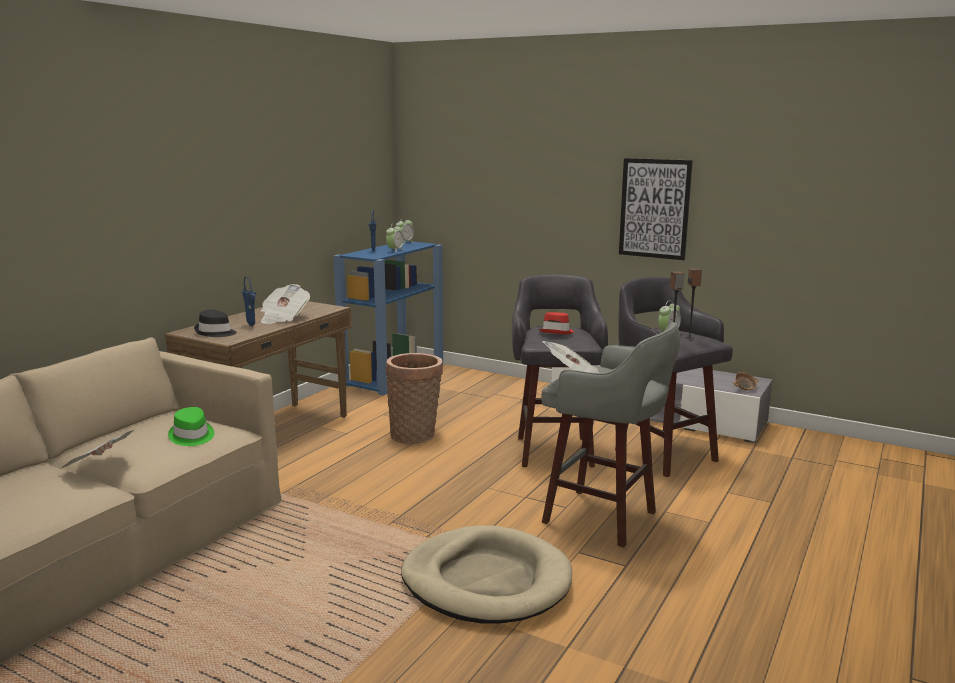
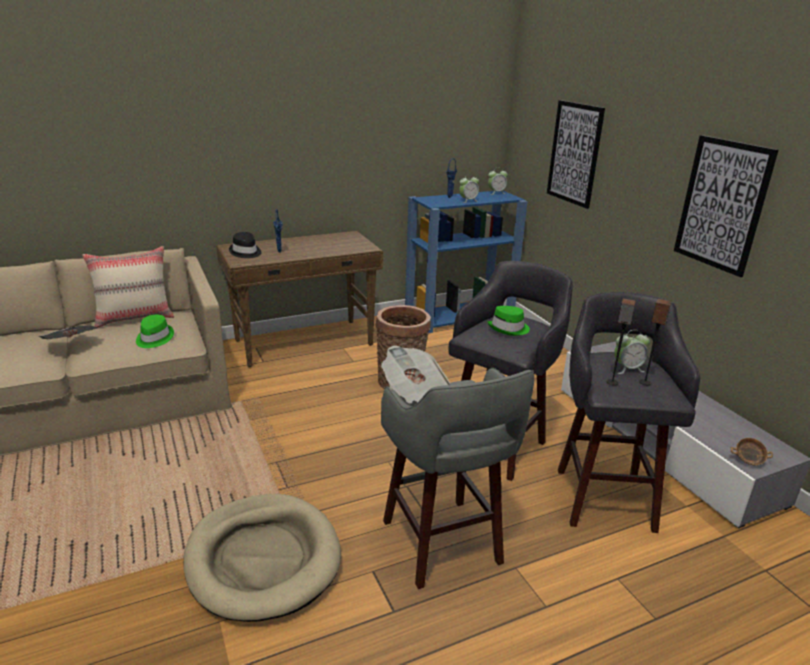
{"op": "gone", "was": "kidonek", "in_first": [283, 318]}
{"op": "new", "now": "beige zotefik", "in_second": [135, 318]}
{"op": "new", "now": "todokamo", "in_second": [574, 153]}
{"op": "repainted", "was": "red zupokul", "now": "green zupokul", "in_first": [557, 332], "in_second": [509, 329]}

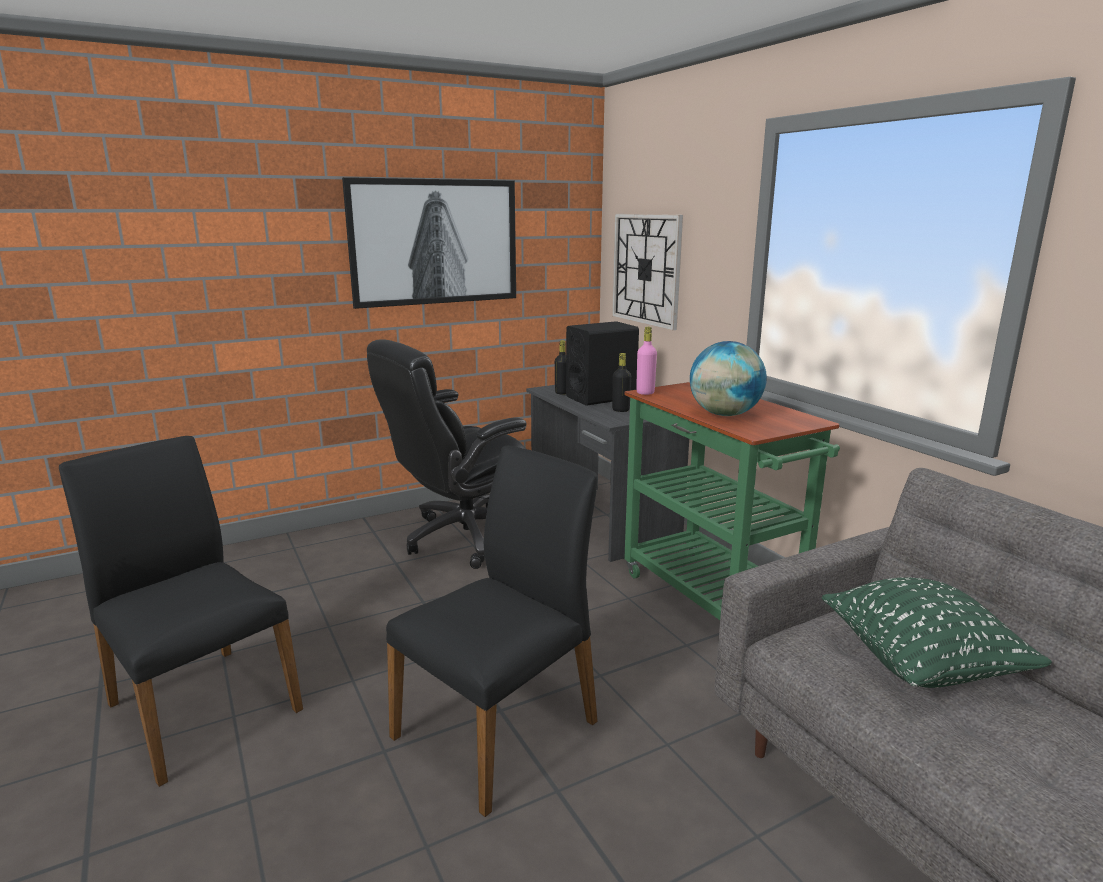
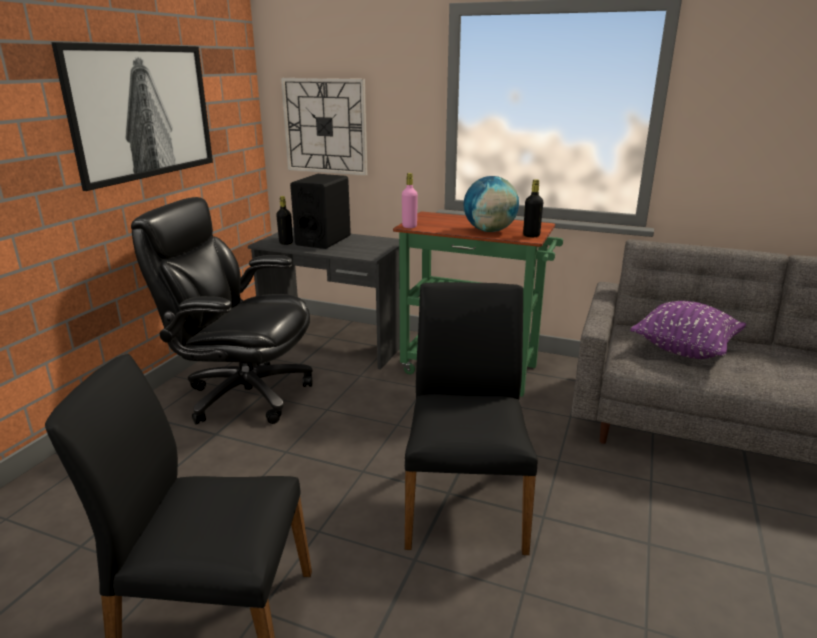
{"op": "shifted", "was": "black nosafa", "in_first": [620, 410], "in_second": [531, 235]}
{"op": "repainted", "was": "green zotefik", "now": "purple zotefik", "in_first": [920, 664], "in_second": [684, 349]}
{"op": "rotated", "was": "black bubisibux", "in_first": [460, 538], "in_second": [244, 394], "clockwise": 90}

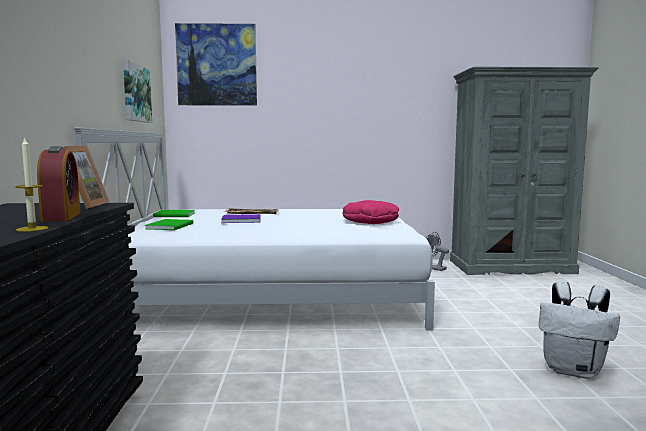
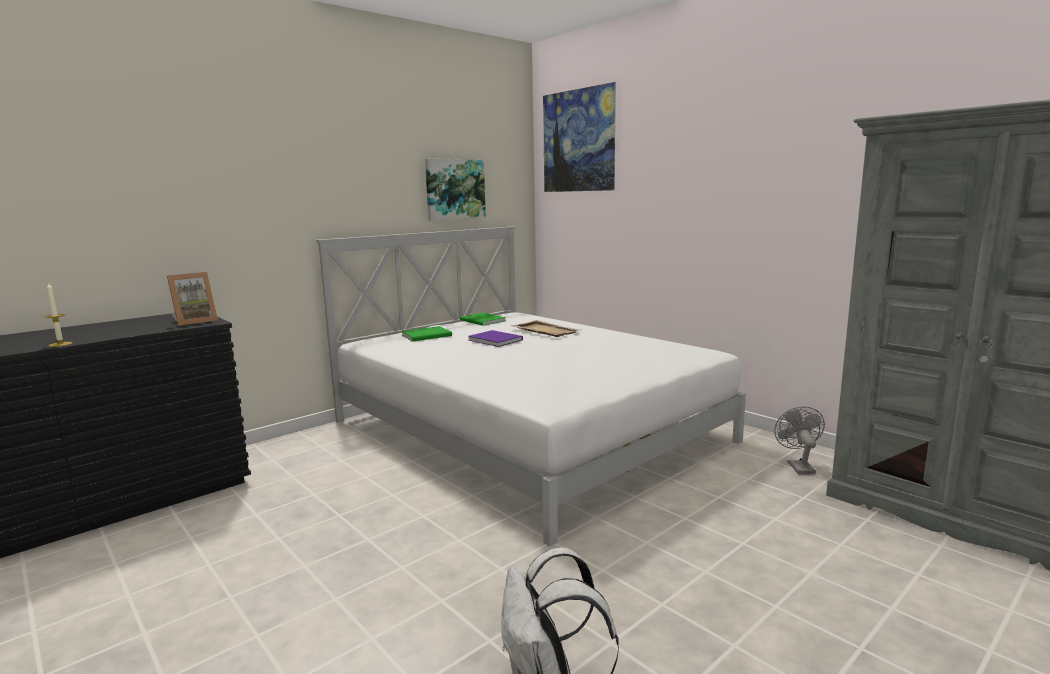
{"op": "gone", "was": "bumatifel", "in_first": [61, 217]}
{"op": "gone", "was": "pink zotefik", "in_first": [369, 221]}

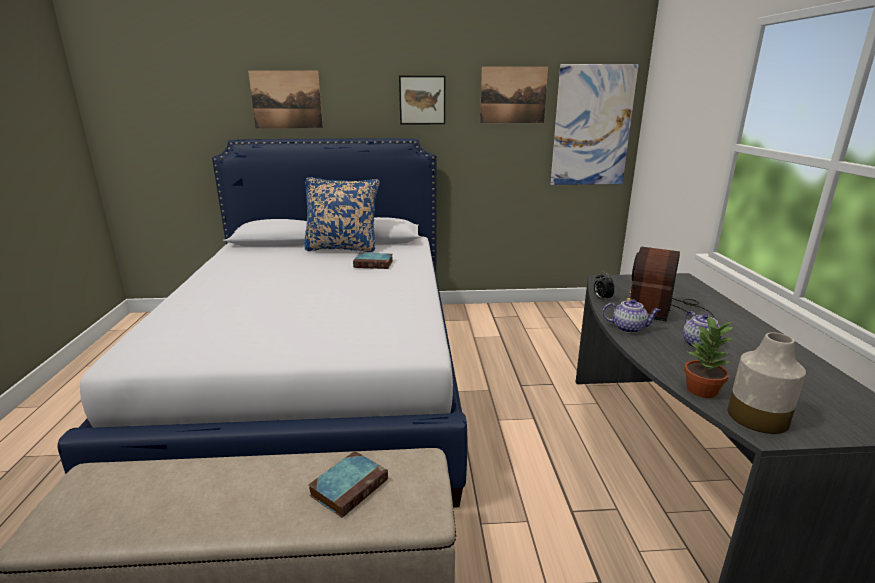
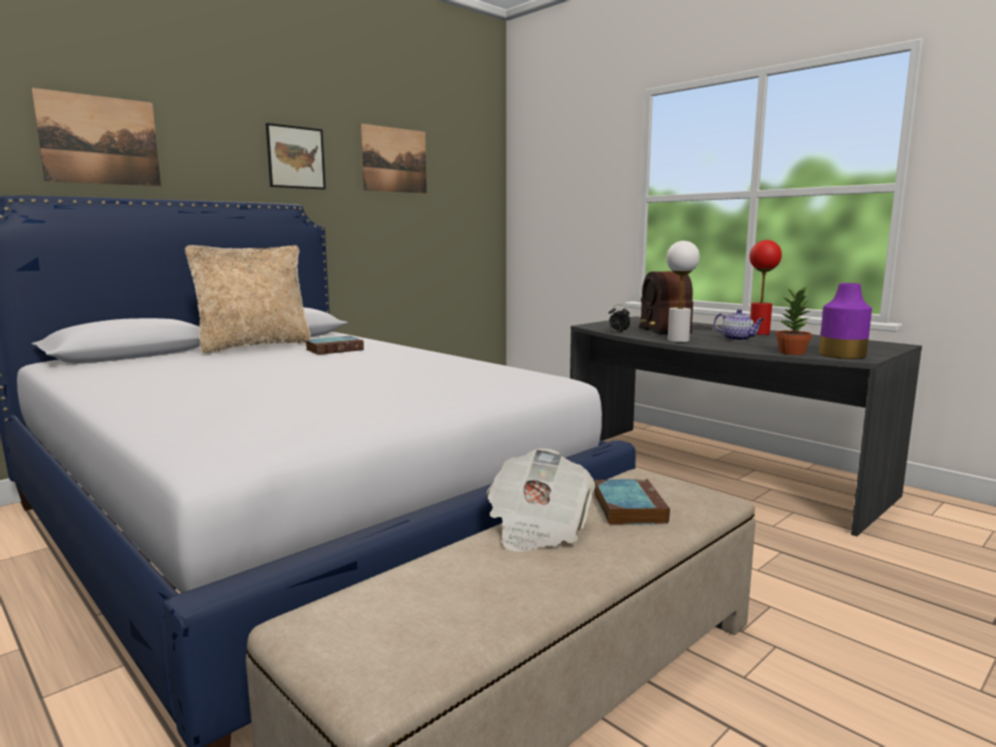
{"op": "gone", "was": "todokamo", "in_first": [592, 126]}
{"op": "new", "now": "kidonek", "in_second": [537, 527]}
{"op": "new", "now": "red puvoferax", "in_second": [758, 333]}
{"op": "swapped", "was": "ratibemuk", "now": "white puvoferax", "in_first": [629, 328], "in_second": [678, 340]}
{"op": "repainted", "was": "blue zotefik", "now": "beige zotefik", "in_first": [343, 249], "in_second": [256, 347]}
{"op": "repainted", "was": "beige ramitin", "now": "purple ramitin", "in_first": [757, 417], "in_second": [842, 355]}

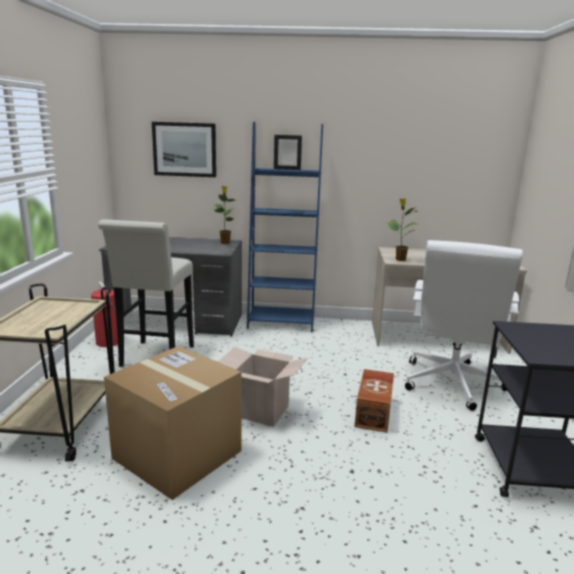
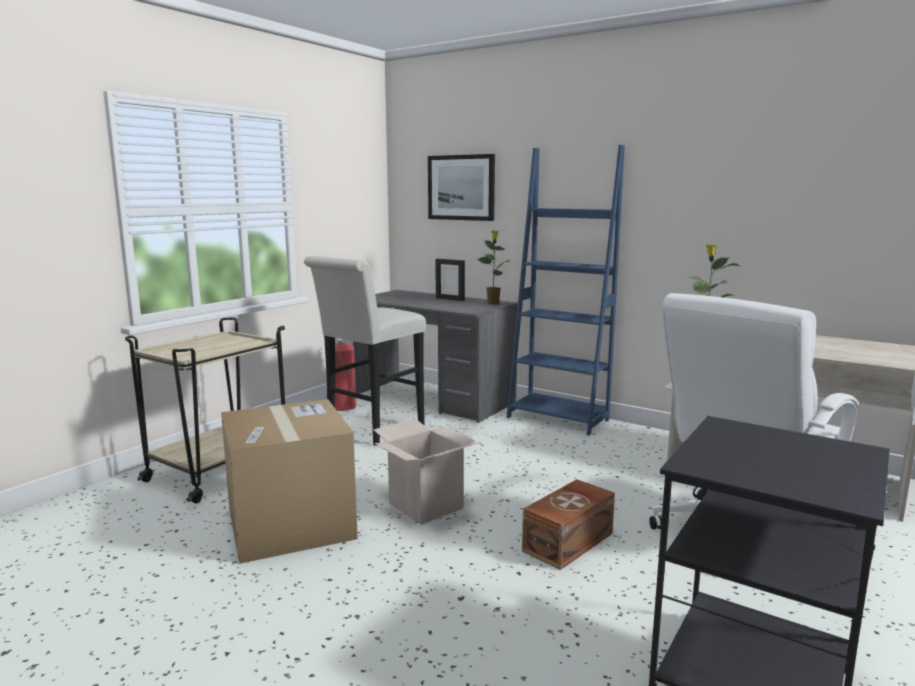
{"op": "shifted", "was": "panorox", "in_first": [287, 169], "in_second": [450, 299]}

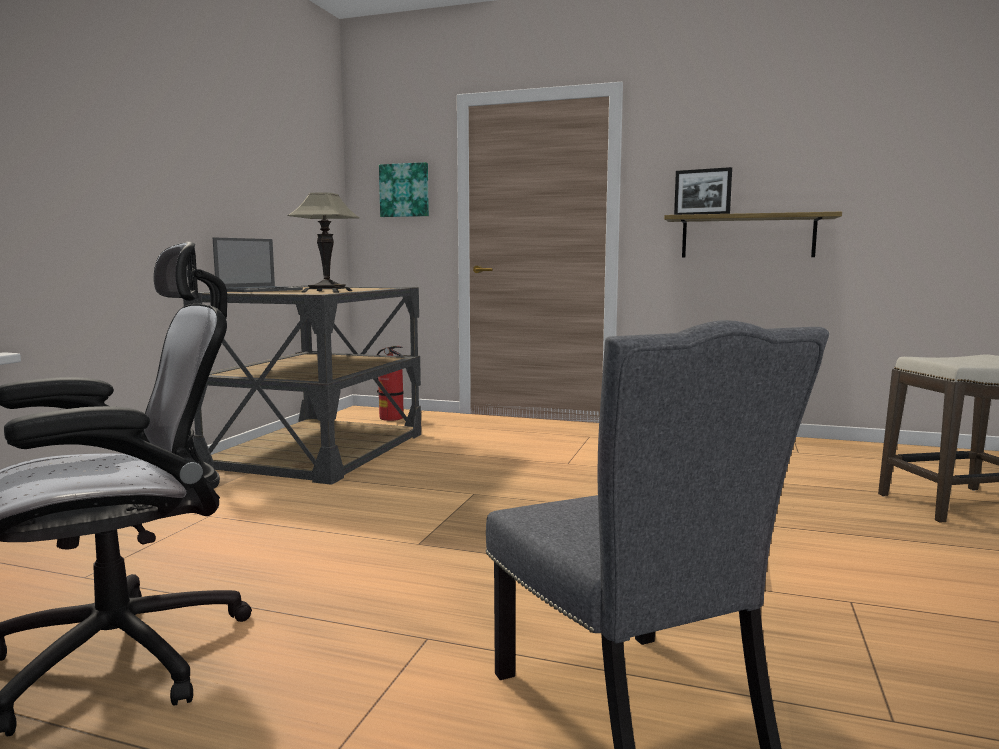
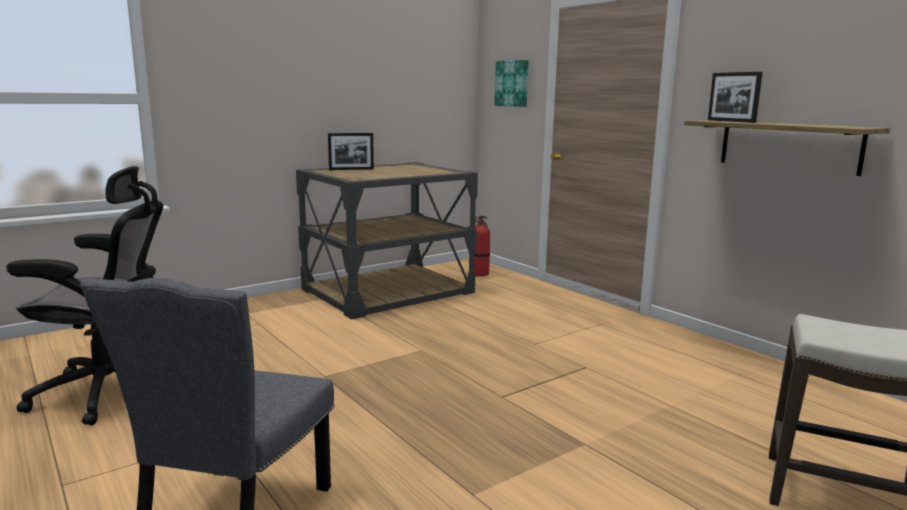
{"op": "gone", "was": "puvoferax", "in_first": [327, 291]}
{"op": "swapped", "was": "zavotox", "now": "panorox", "in_first": [260, 290], "in_second": [351, 169]}

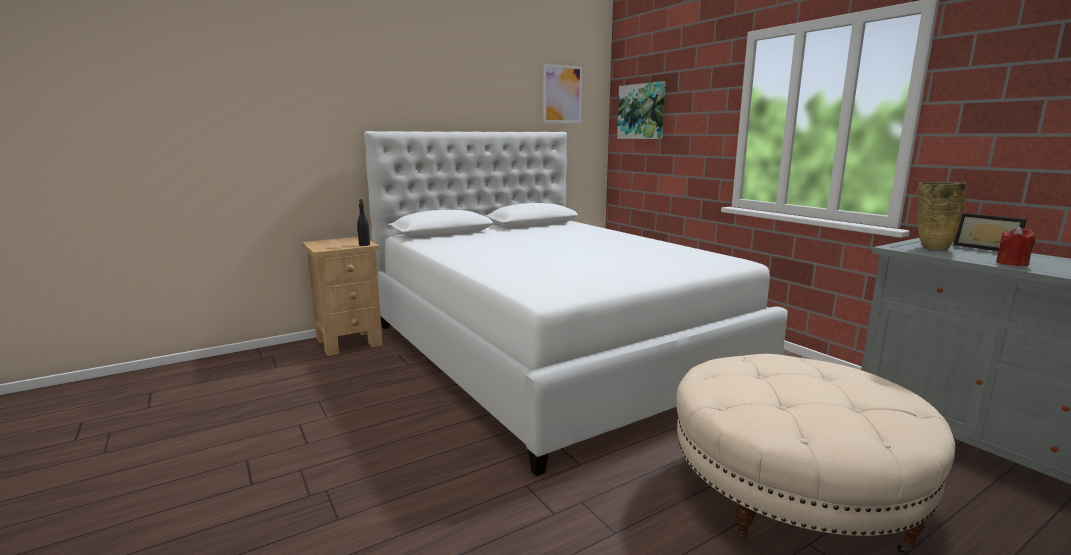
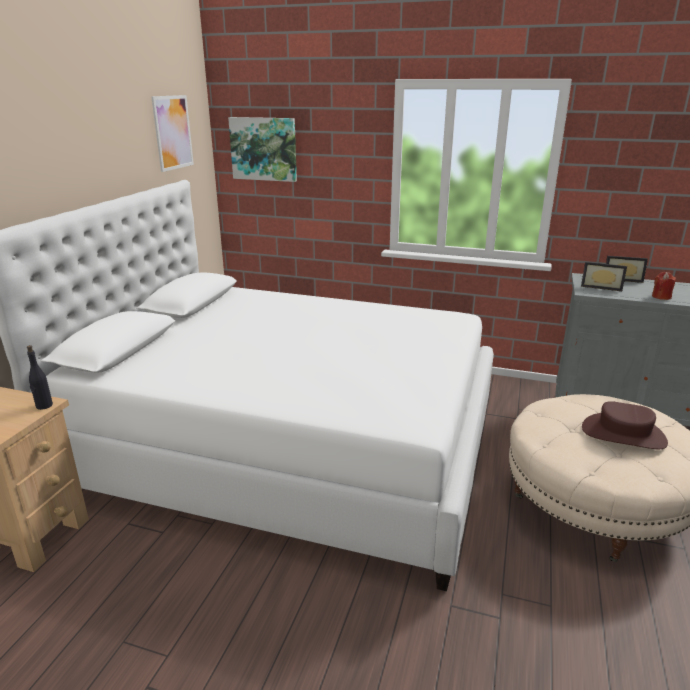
{"op": "new", "now": "brown zupokul", "in_second": [623, 434]}
{"op": "swapped", "was": "beige ramitin", "now": "panorox", "in_first": [931, 248], "in_second": [601, 287]}

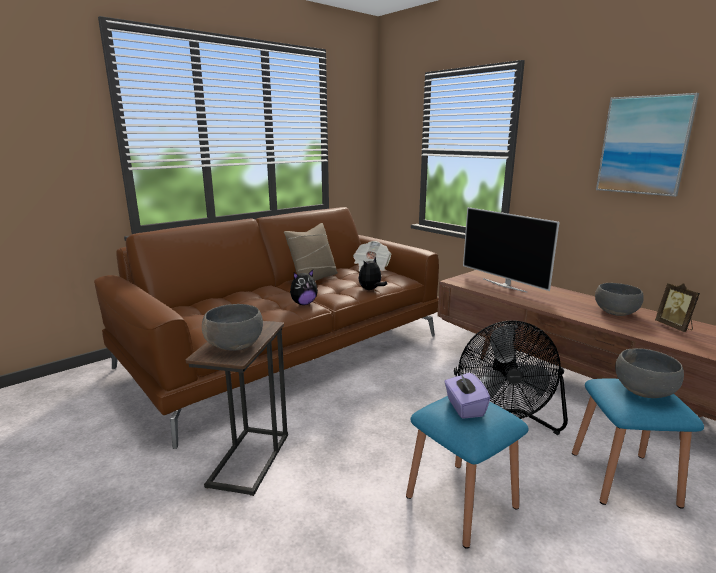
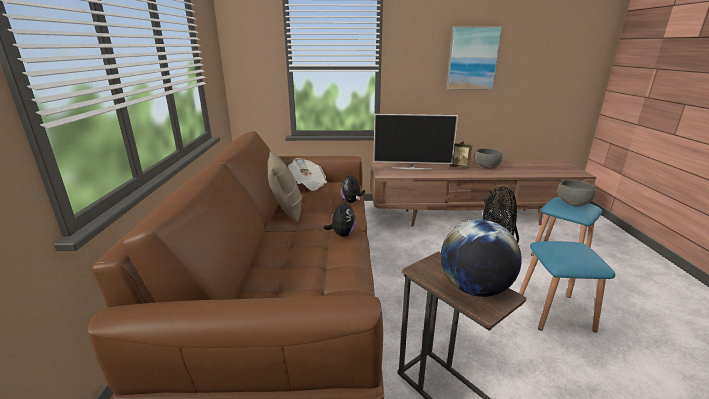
{"op": "gone", "was": "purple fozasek", "in_first": [464, 407]}
{"op": "shifted", "was": "panorox", "in_first": [674, 327], "in_second": [459, 167]}
{"op": "swapped", "was": "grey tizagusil", "now": "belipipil", "in_first": [234, 345], "in_second": [475, 288]}

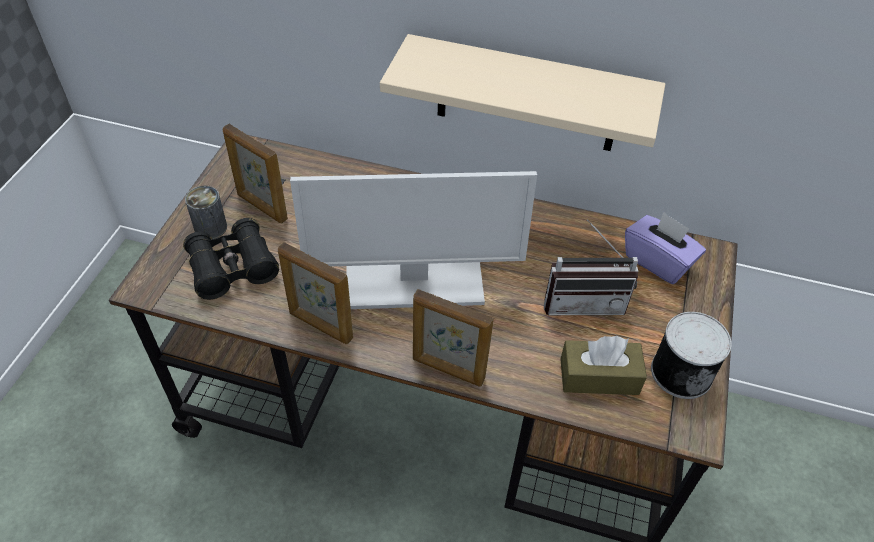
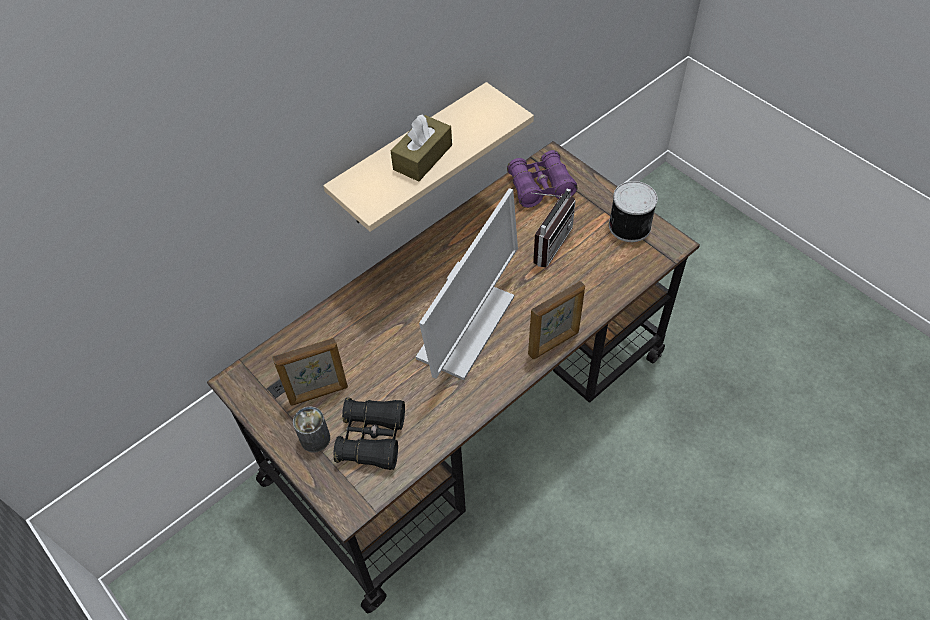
{"op": "gone", "was": "panorox", "in_first": [320, 326]}
{"op": "shifted", "was": "brown fozasek", "in_first": [599, 376], "in_second": [422, 157]}
{"op": "swapped", "was": "purple fozasek", "now": "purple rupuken", "in_first": [658, 261], "in_second": [540, 187]}

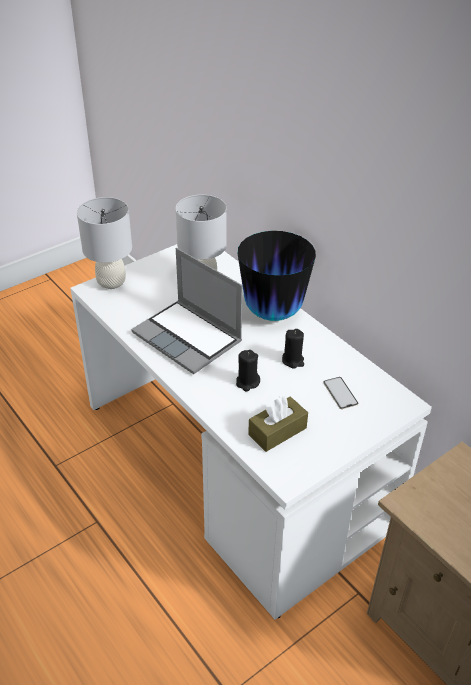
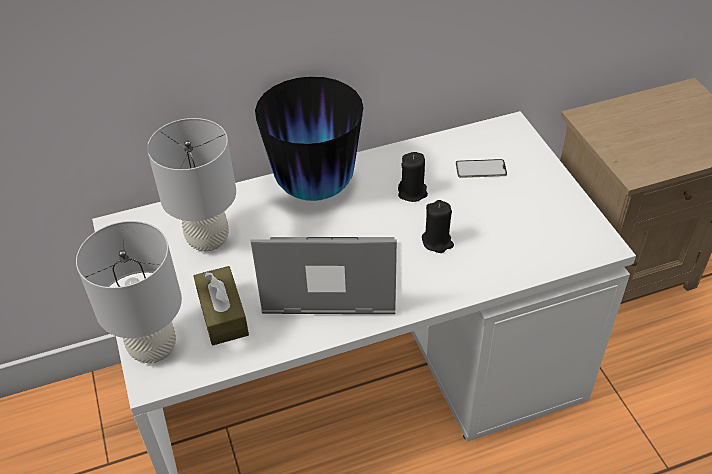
{"op": "shifted", "was": "brown fozasek", "in_first": [277, 431], "in_second": [223, 314]}
{"op": "rotated", "was": "zavotox", "in_first": [189, 338], "in_second": [328, 280], "clockwise": -150}

